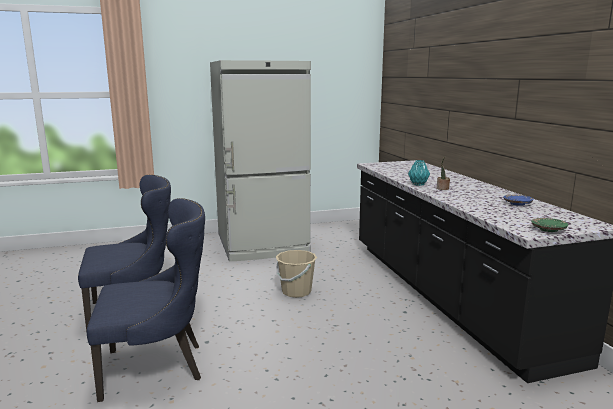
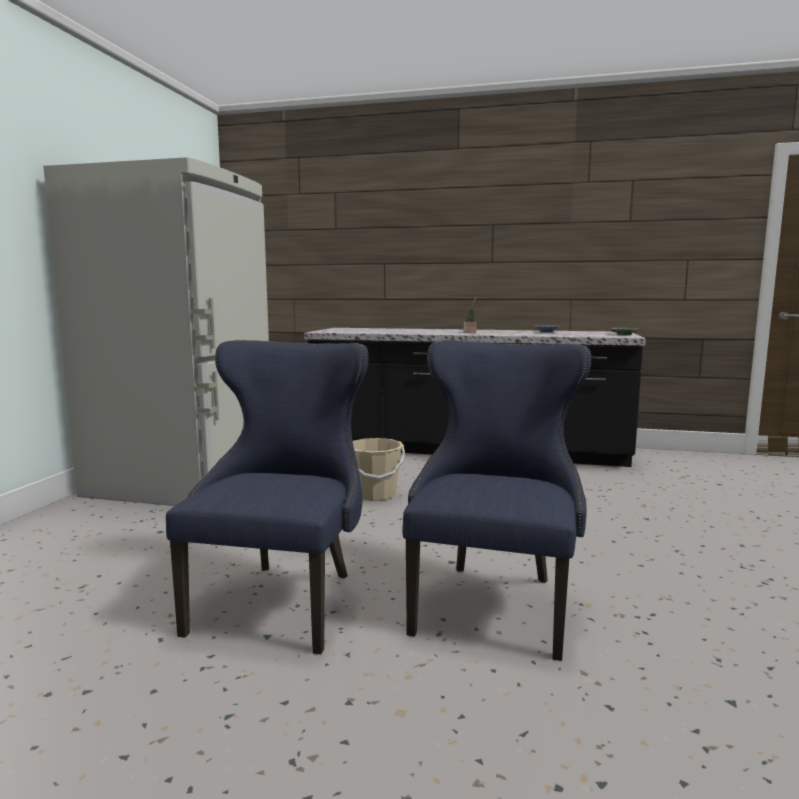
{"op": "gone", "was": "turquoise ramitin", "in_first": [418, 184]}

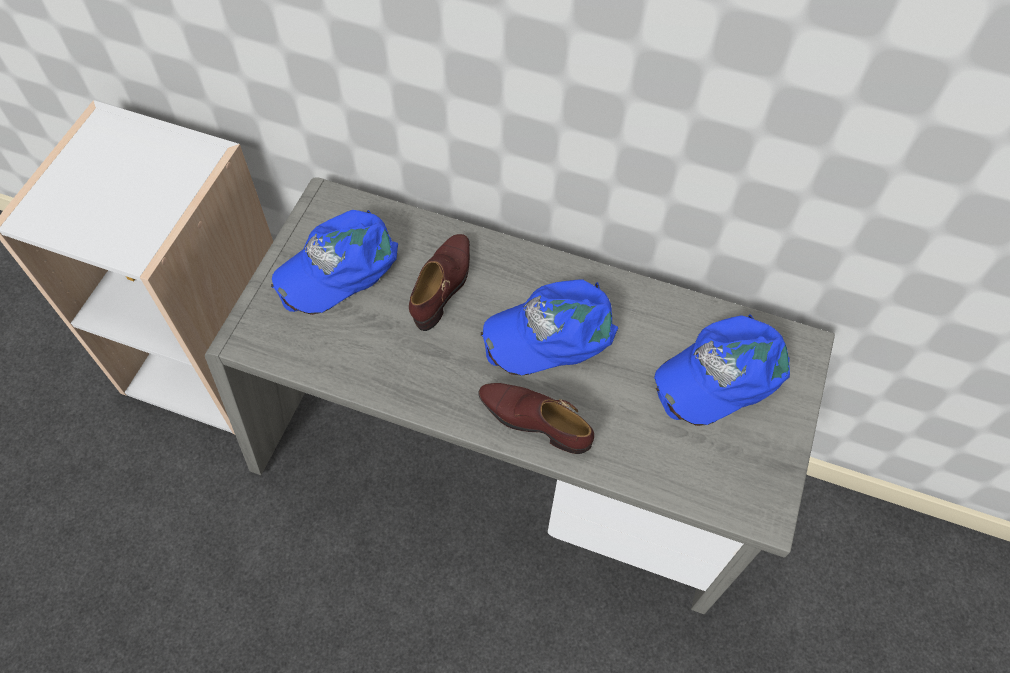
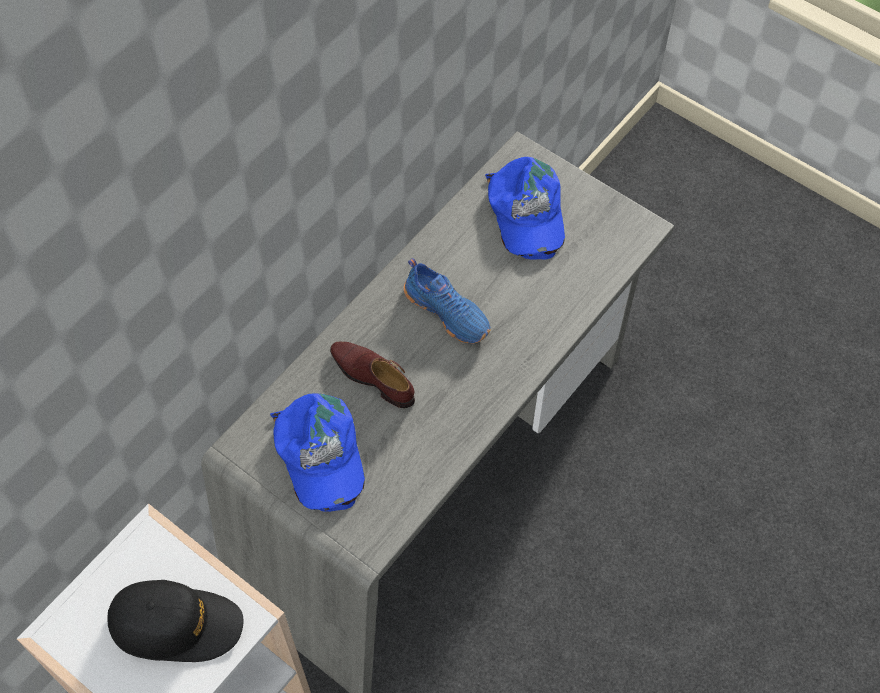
{"op": "gone", "was": "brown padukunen", "in_first": [534, 420]}
{"op": "new", "now": "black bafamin", "in_second": [176, 624]}
{"op": "swapped", "was": "blue bafamin", "now": "blue padukunen", "in_first": [551, 331], "in_second": [448, 311]}

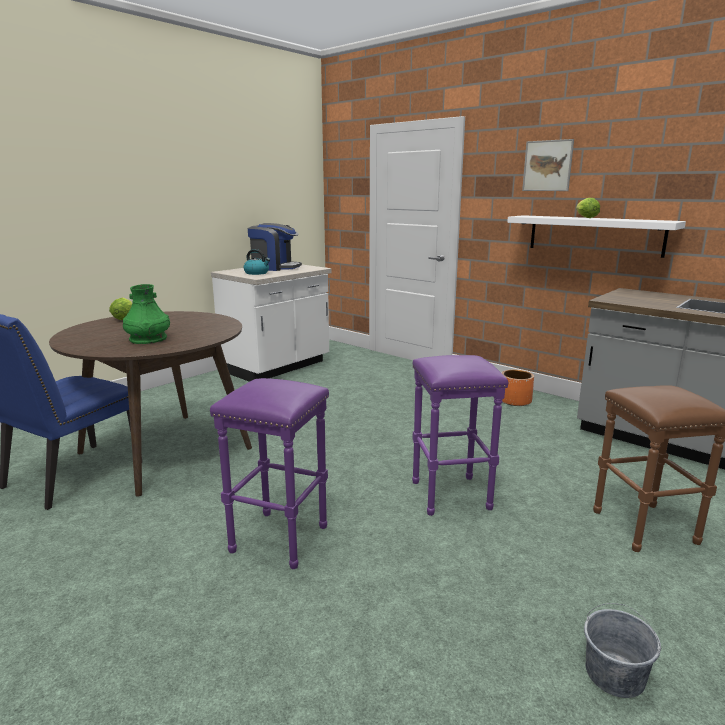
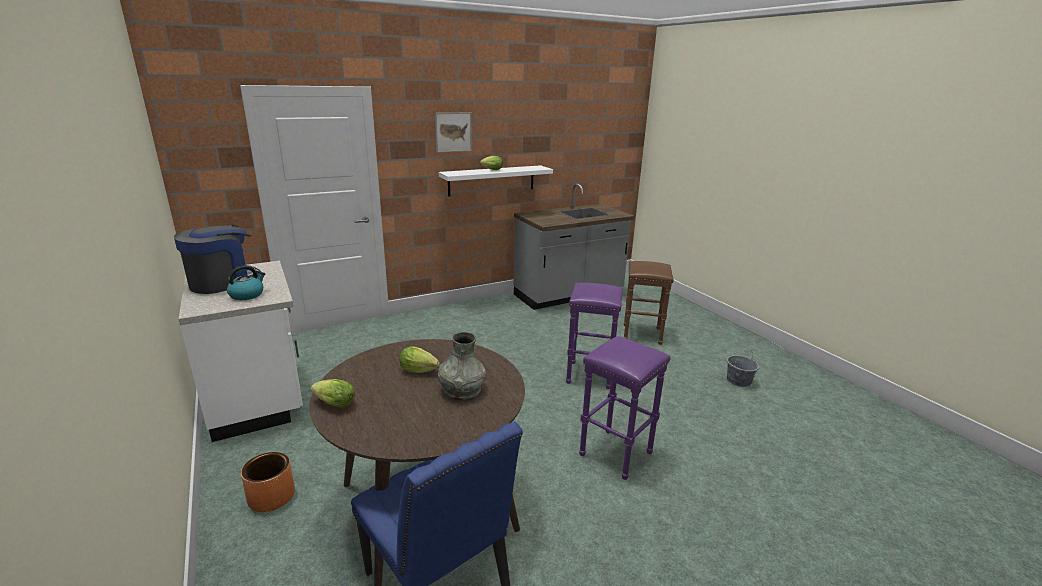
{"op": "new", "now": "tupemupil", "in_second": [421, 371]}
{"op": "shifted", "was": "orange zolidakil", "in_first": [515, 401], "in_second": [272, 496]}
{"op": "repainted", "was": "green ramitin", "now": "grey ramitin", "in_first": [148, 339], "in_second": [462, 390]}

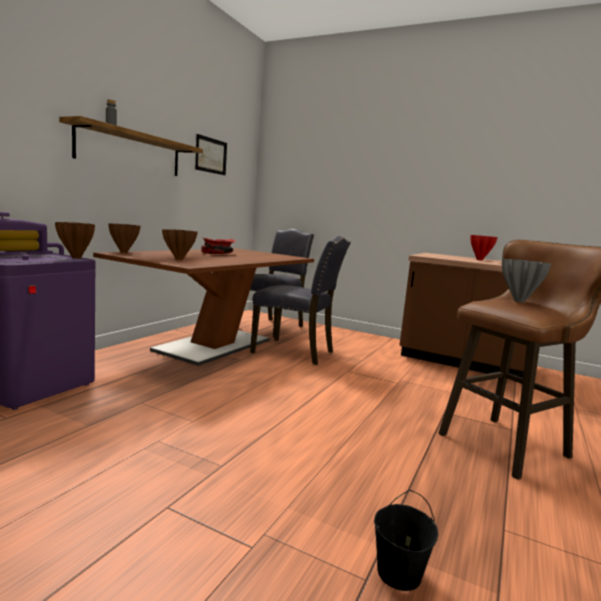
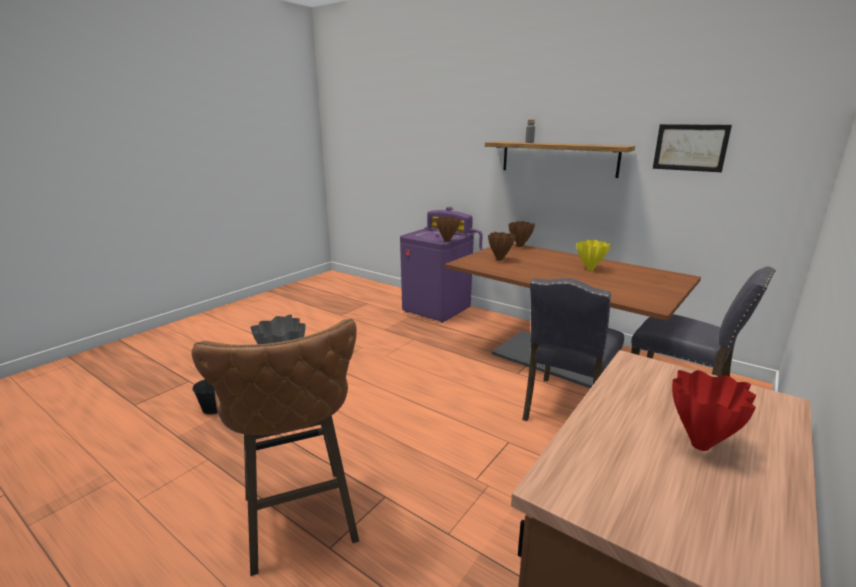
{"op": "swapped", "was": "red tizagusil", "now": "yellow ramitin", "in_first": [218, 253], "in_second": [590, 269]}

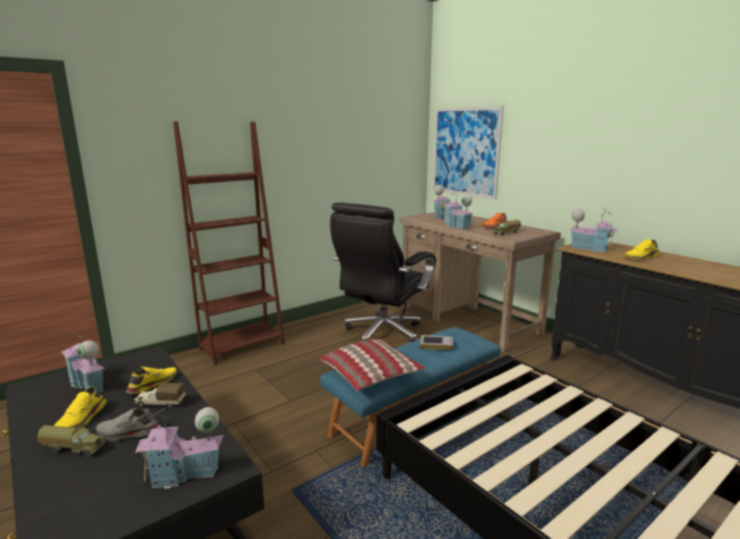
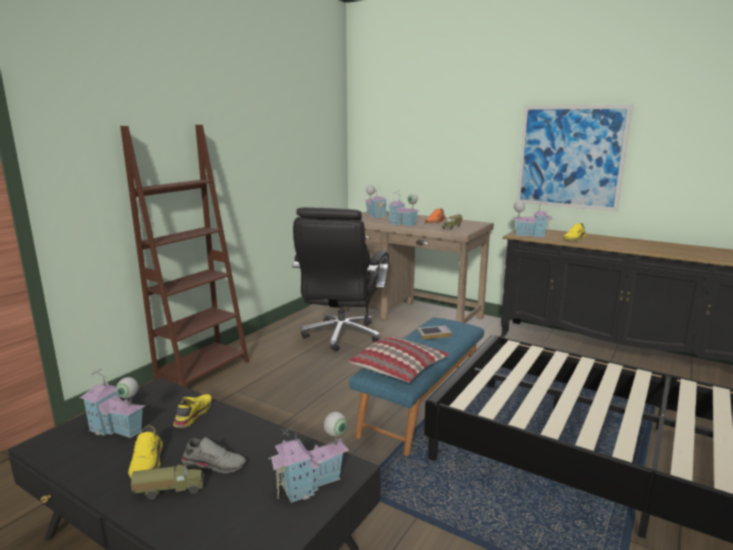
{"op": "gone", "was": "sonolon", "in_first": [160, 403]}
{"op": "shifted", "was": "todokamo", "in_first": [465, 151], "in_second": [570, 157]}
{"op": "rotated", "was": "grey padukunen", "in_first": [127, 433], "in_second": [215, 464], "clockwise": -150}

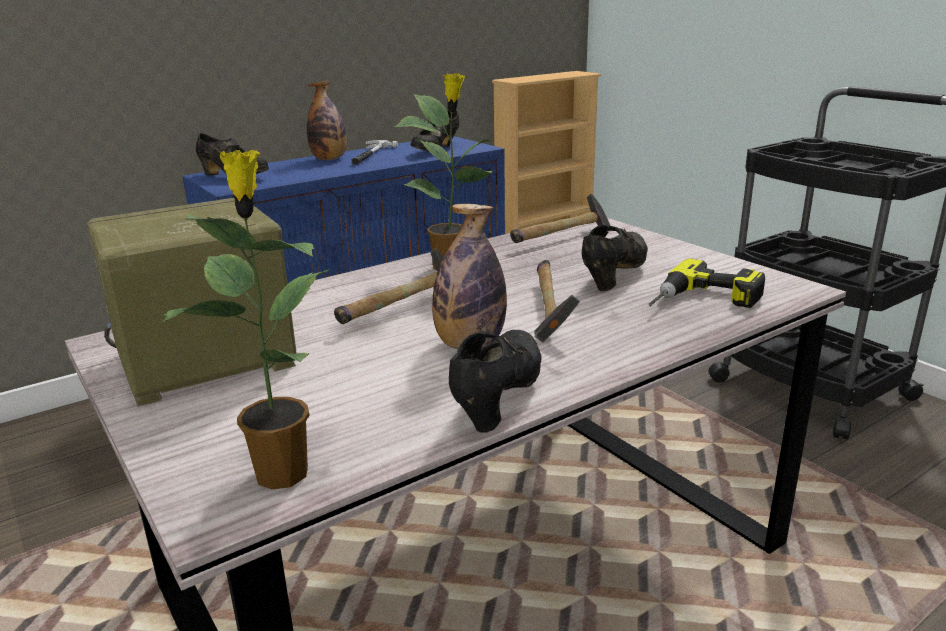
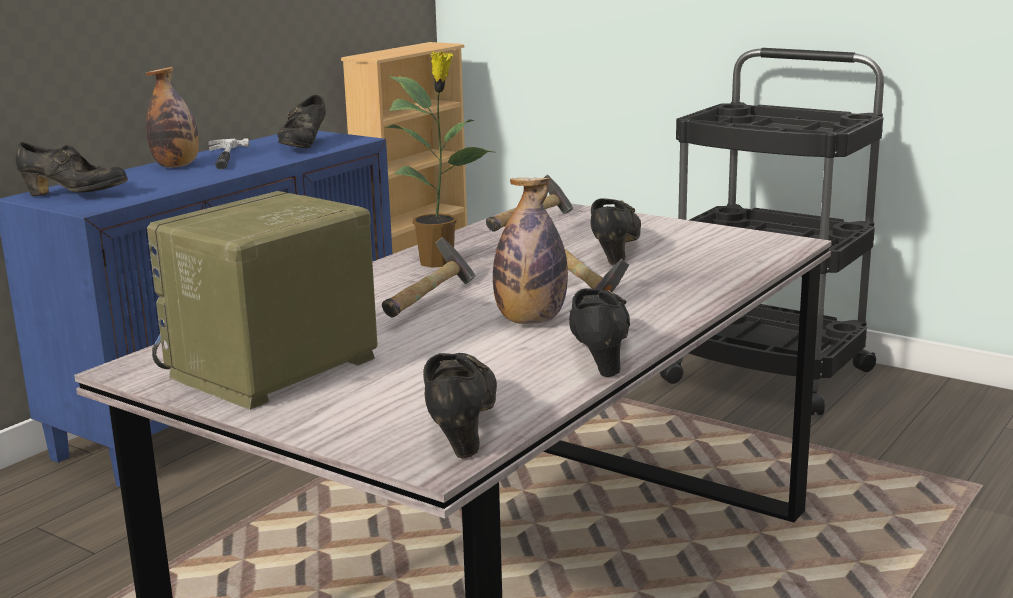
{"op": "gone", "was": "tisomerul", "in_first": [704, 301]}
{"op": "swapped", "was": "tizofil", "now": "black padukunen", "in_first": [282, 471], "in_second": [460, 427]}

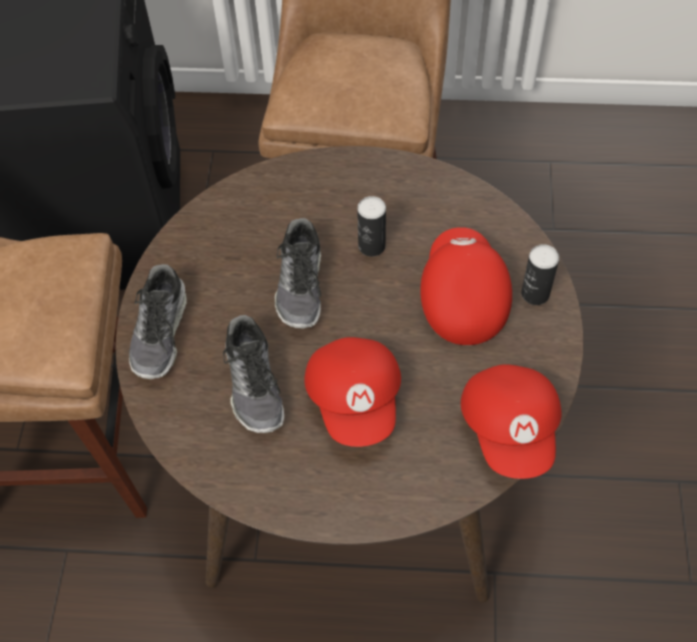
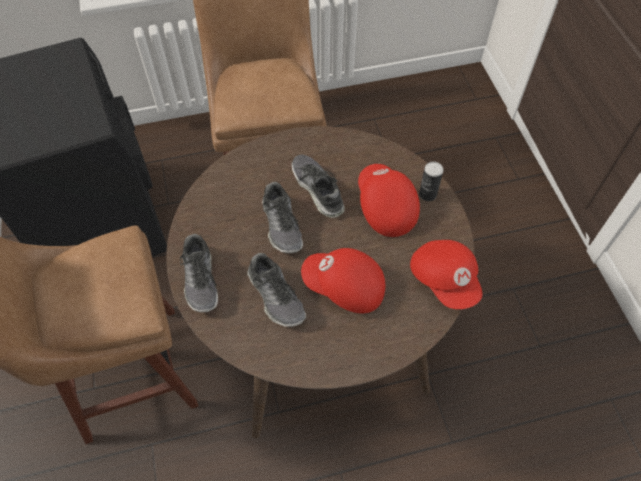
{"op": "swapped", "was": "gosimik", "now": "padukunen", "in_first": [371, 246], "in_second": [317, 190]}
{"op": "rotated", "was": "red bafamin", "in_first": [356, 399], "in_second": [344, 288], "clockwise": 135}

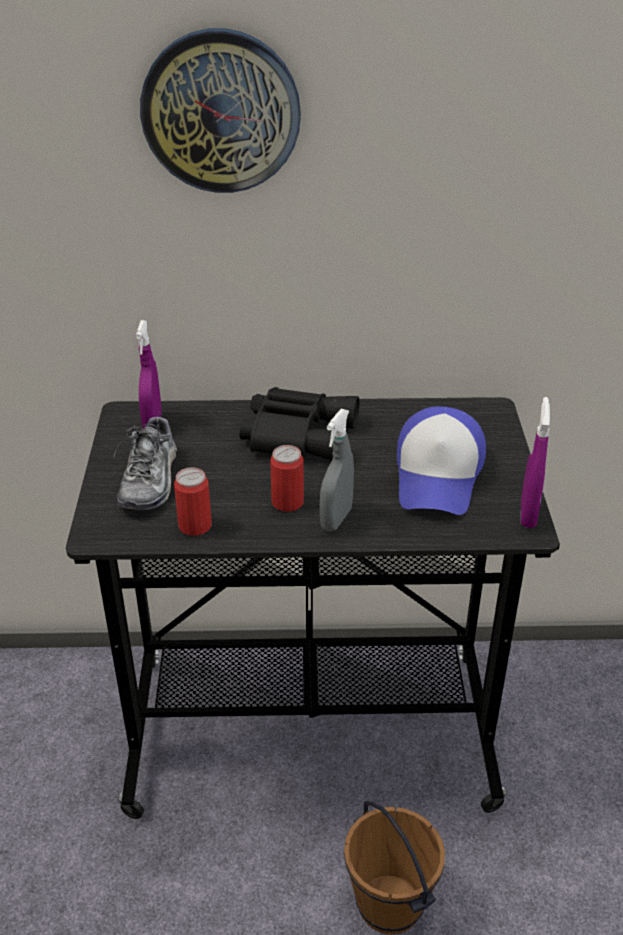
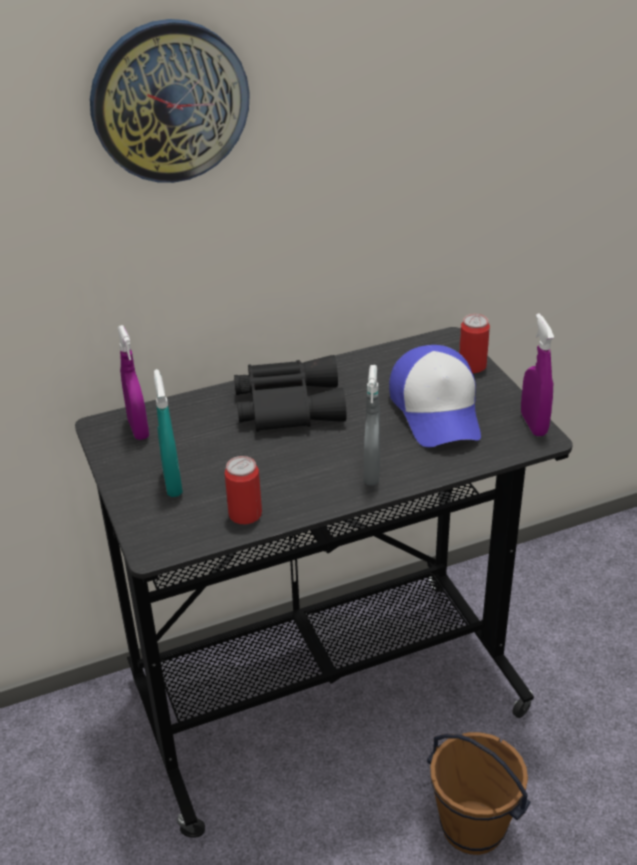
{"op": "shifted", "was": "gosimik", "in_first": [287, 502], "in_second": [472, 366]}
{"op": "swapped", "was": "padukunen", "now": "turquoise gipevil", "in_first": [150, 480], "in_second": [172, 483]}

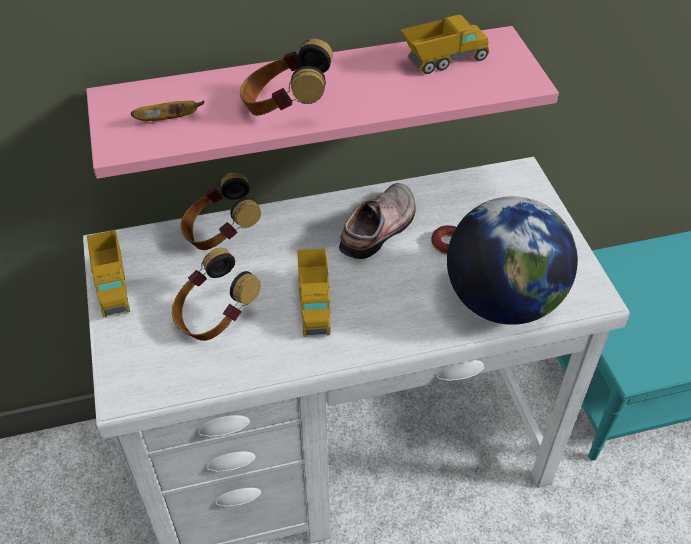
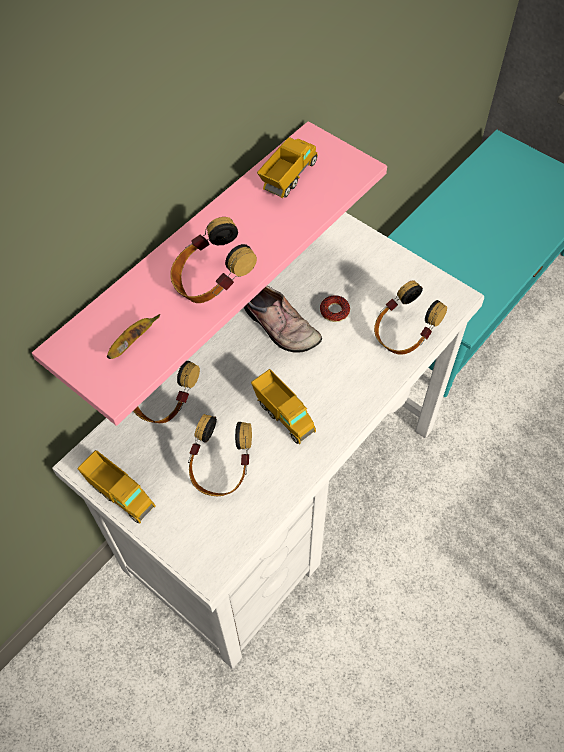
{"op": "swapped", "was": "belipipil", "now": "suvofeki", "in_first": [502, 301], "in_second": [403, 335]}
{"op": "rotated", "was": "padukunen", "in_first": [381, 229], "in_second": [278, 326], "clockwise": 135}

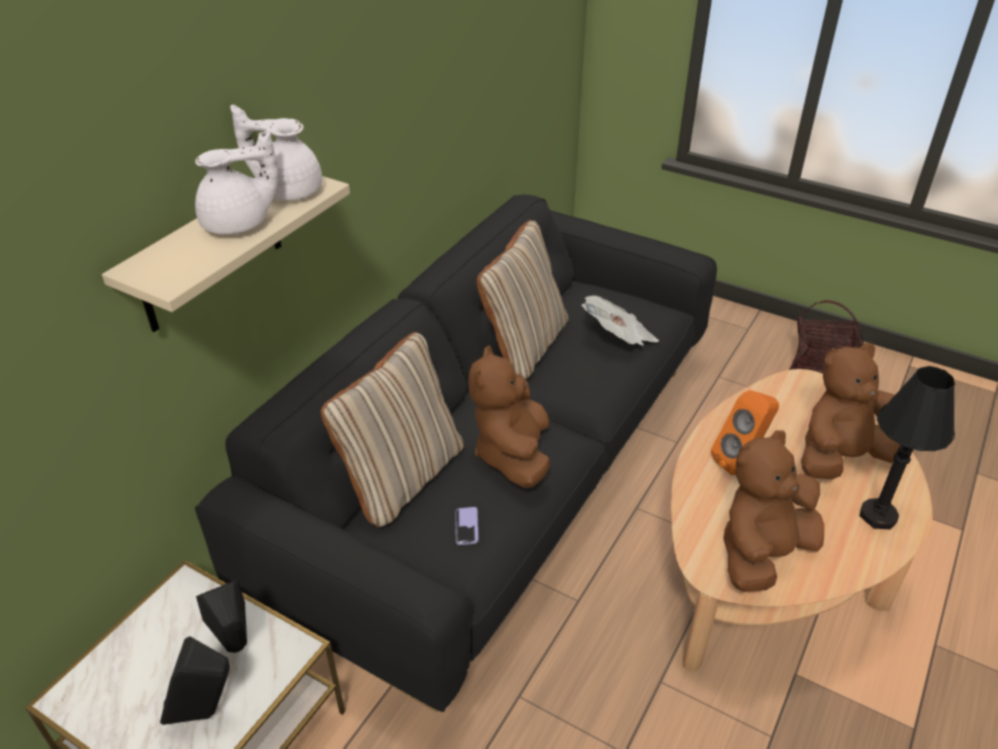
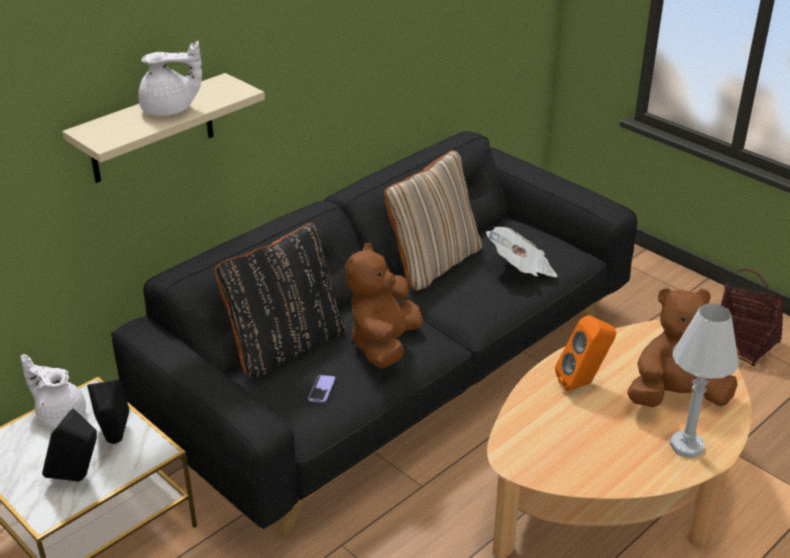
{"op": "gone", "was": "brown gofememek", "in_first": [762, 554]}
{"op": "shifted", "was": "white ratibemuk", "in_first": [288, 190], "in_second": [60, 414]}
{"op": "repainted", "was": "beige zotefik", "now": "black zotefik", "in_first": [402, 477], "in_second": [285, 346]}
{"op": "repainted", "was": "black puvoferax", "now": "white puvoferax", "in_first": [877, 516], "in_second": [686, 446]}

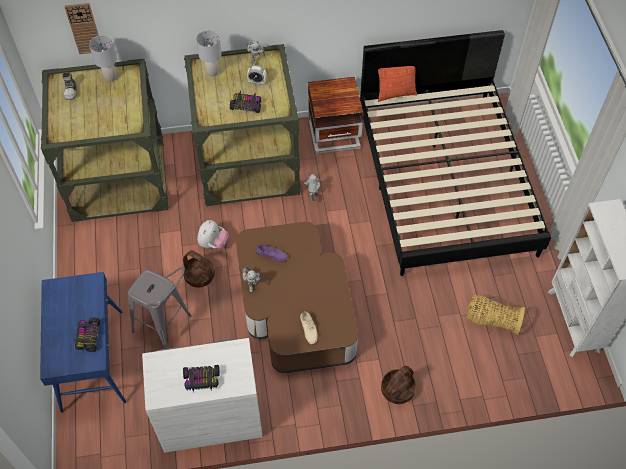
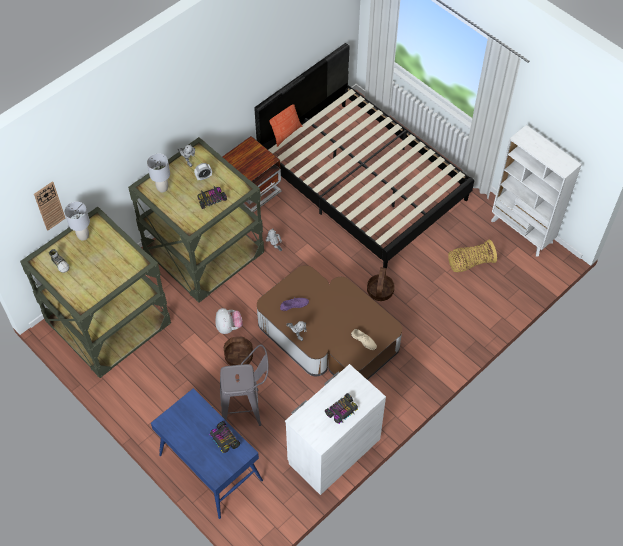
{"op": "shifted", "was": "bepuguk", "in_first": [397, 390], "in_second": [380, 291]}

